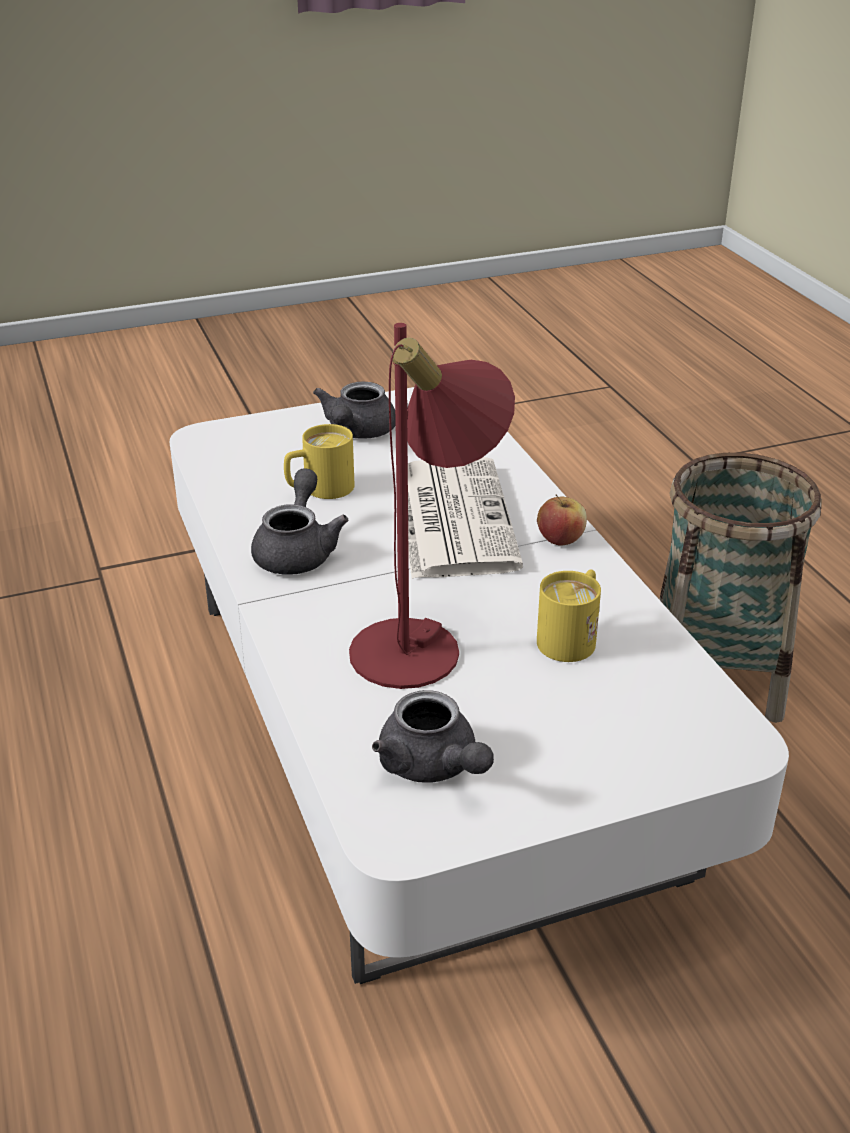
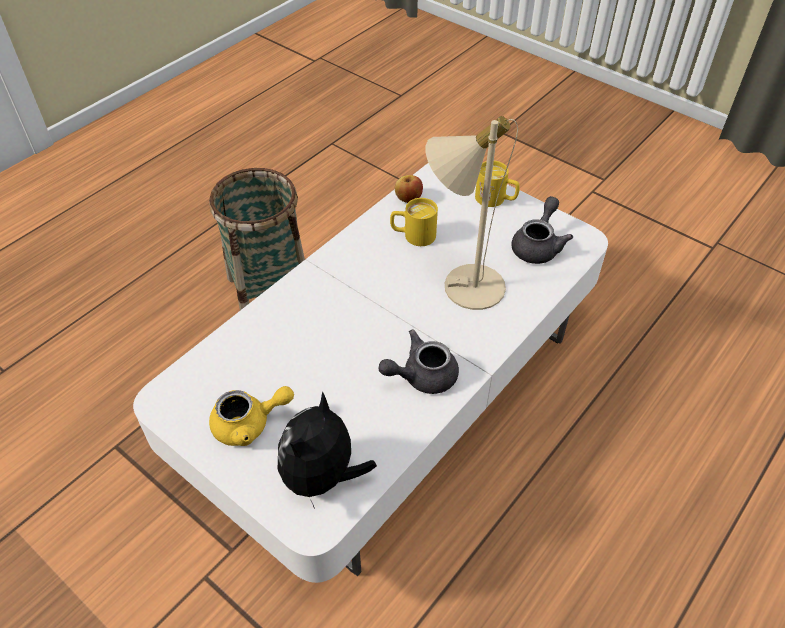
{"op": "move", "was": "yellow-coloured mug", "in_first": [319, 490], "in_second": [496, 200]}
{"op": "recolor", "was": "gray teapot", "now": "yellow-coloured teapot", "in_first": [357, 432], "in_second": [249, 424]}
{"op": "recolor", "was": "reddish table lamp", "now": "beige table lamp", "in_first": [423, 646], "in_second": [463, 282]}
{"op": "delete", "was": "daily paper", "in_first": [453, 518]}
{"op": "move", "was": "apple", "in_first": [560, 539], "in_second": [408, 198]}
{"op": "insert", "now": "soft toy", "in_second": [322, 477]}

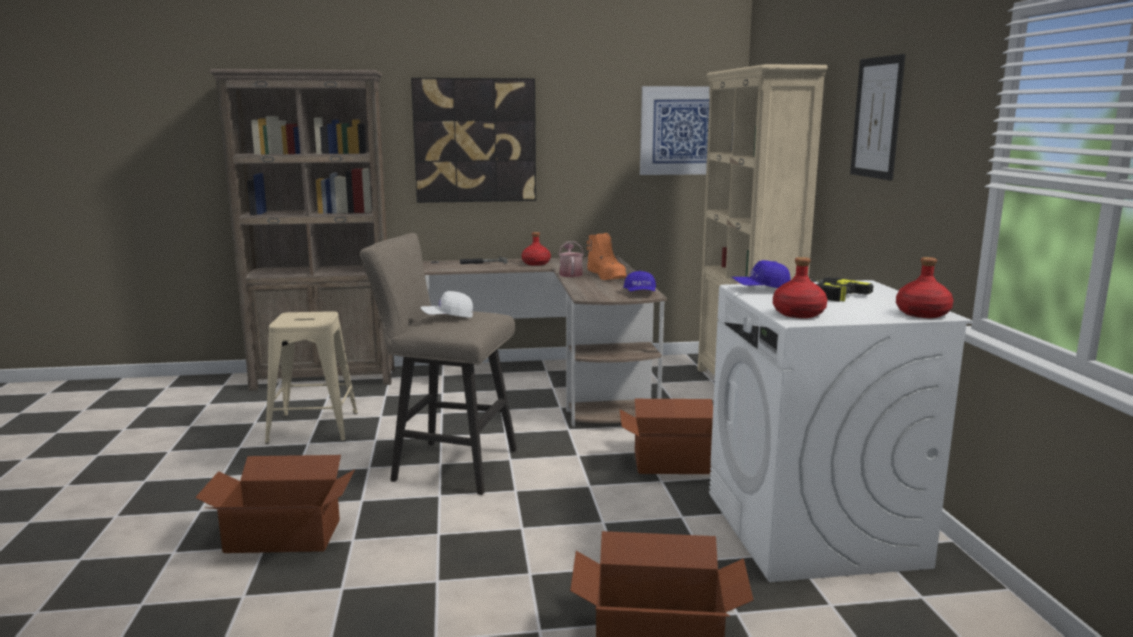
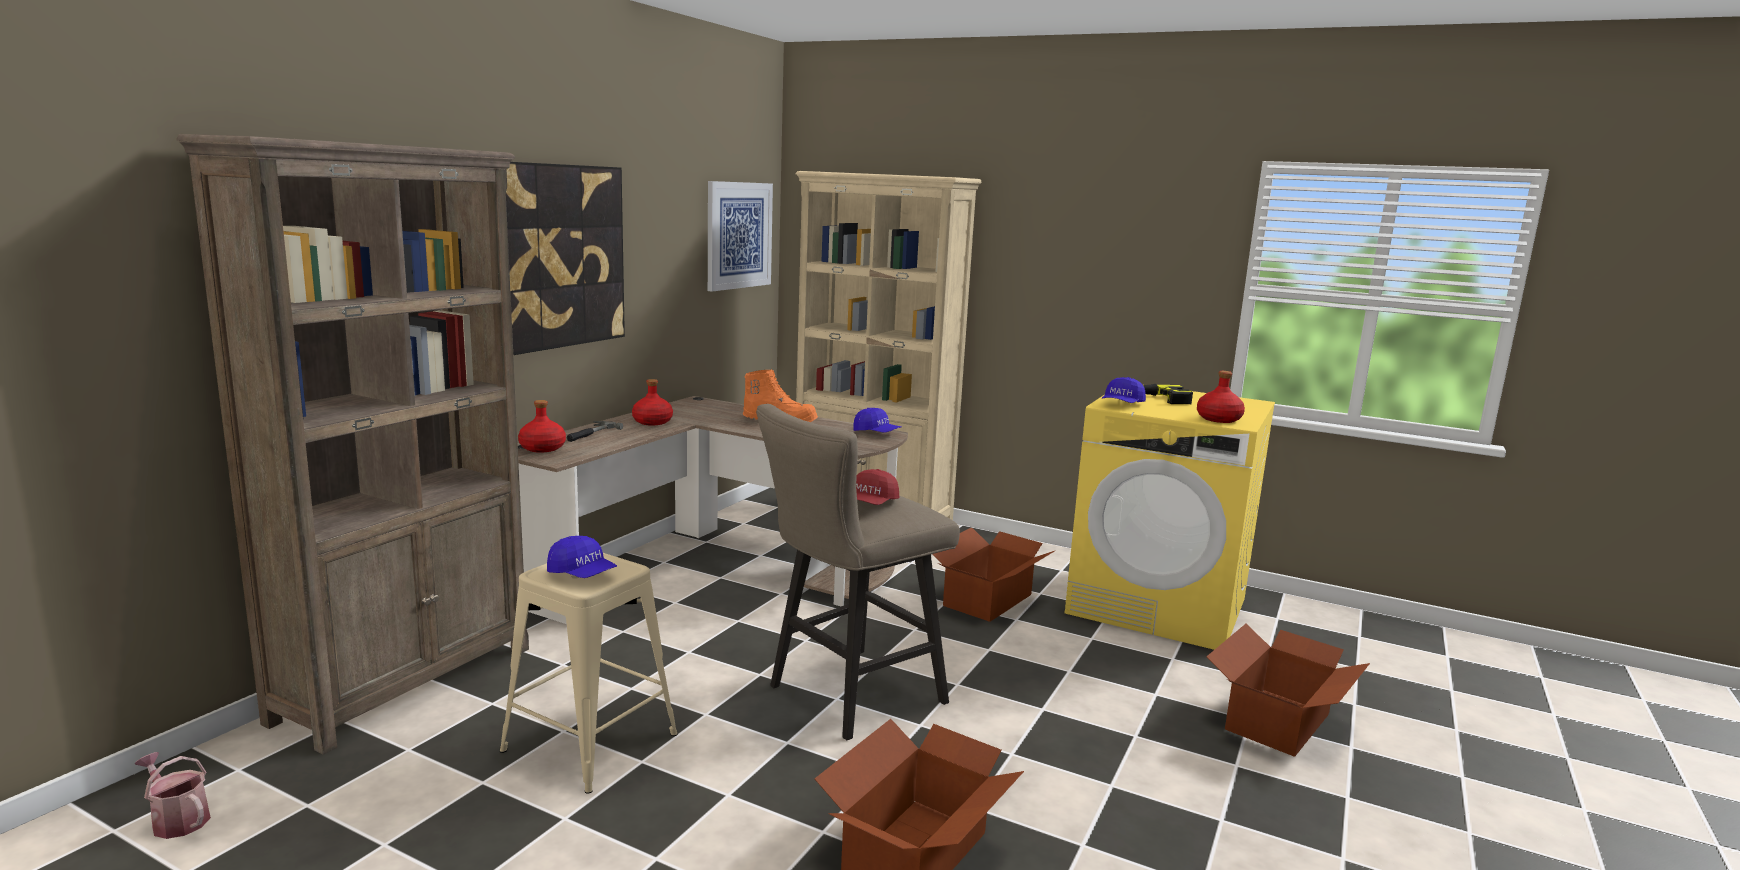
{"op": "recolor", "was": "white-coloured baseball cap", "now": "reddish baseball cap", "in_first": [447, 317], "in_second": [871, 504]}
{"op": "move", "was": "sprinkling can", "in_first": [570, 274], "in_second": [177, 819]}
{"op": "recolor", "was": "white-coloured laundry appliance", "now": "yellow-coloured laundry appliance", "in_first": [813, 529], "in_second": [1158, 606]}
{"op": "delete", "was": "picture", "in_first": [877, 118]}
{"op": "move", "was": "reddish drink bottle", "in_first": [922, 313], "in_second": [542, 448]}
{"op": "insert", "now": "blue baseball cap", "in_second": [582, 574]}

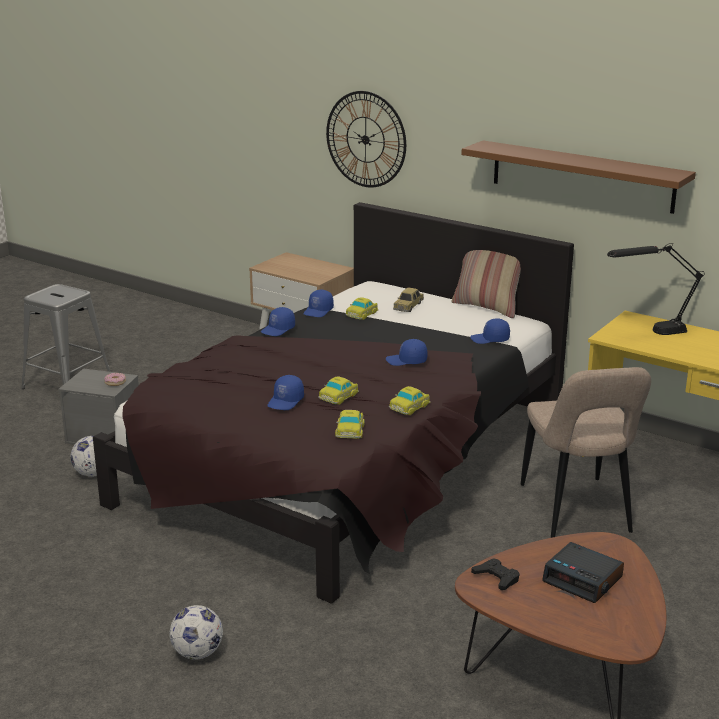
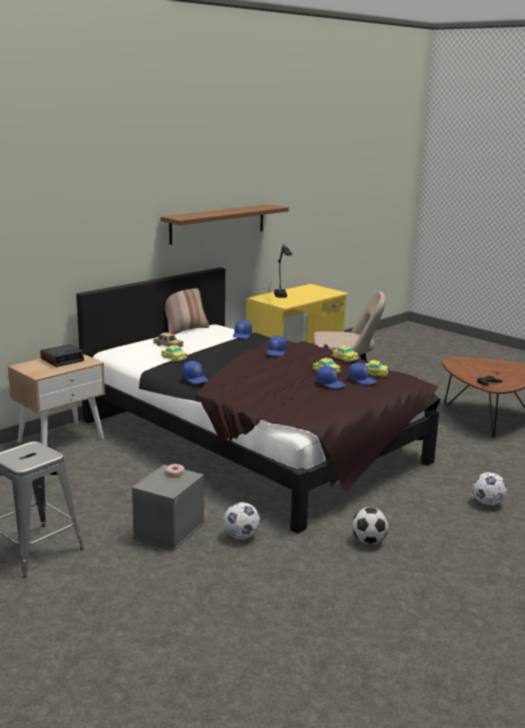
{"op": "move", "was": "blue baseball cap", "in_first": [318, 311], "in_second": [362, 380]}
{"op": "delete", "was": "wall clock", "in_first": [365, 139]}
{"op": "move", "was": "alarm clock", "in_first": [583, 579], "in_second": [62, 360]}
{"op": "insert", "now": "football ball", "in_second": [368, 541]}

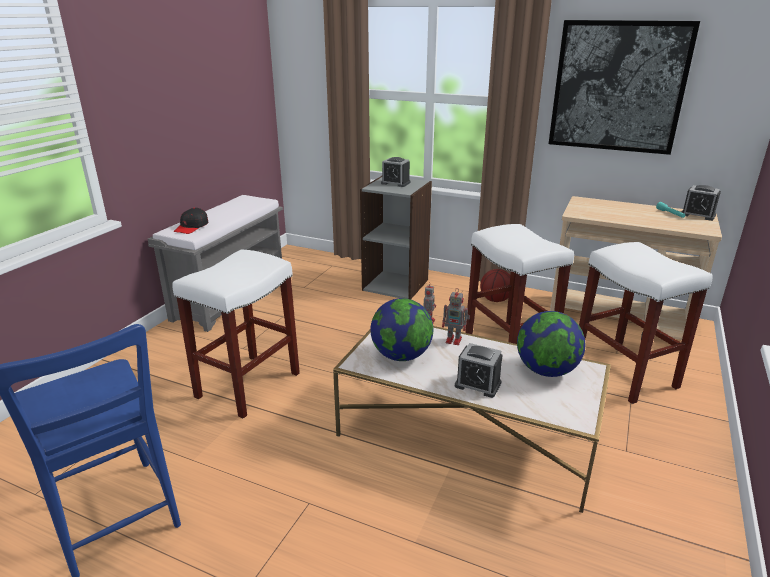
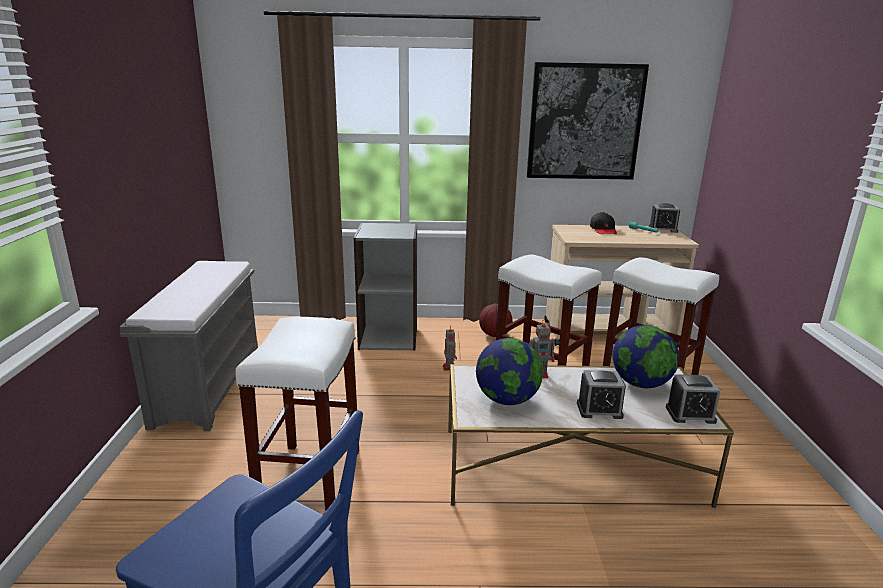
{"op": "move", "was": "blackish baseball cap", "in_first": [192, 227], "in_second": [603, 230]}
{"op": "move", "was": "alarm clock", "in_first": [395, 183], "in_second": [690, 414]}

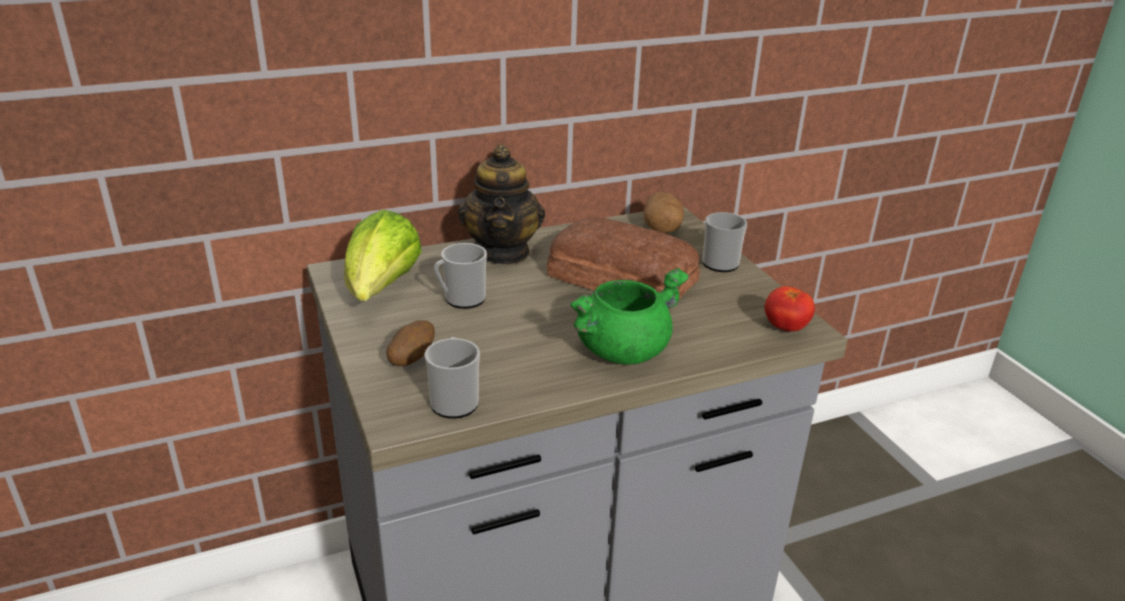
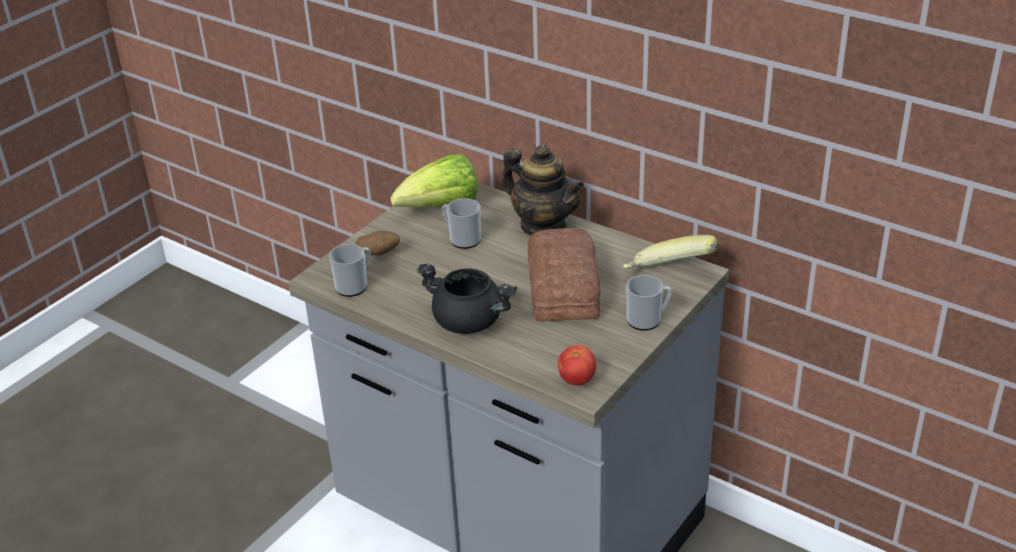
{"op": "rotate", "was": "teapot", "in_first": [502, 251], "in_second": [543, 226], "clockwise": -105}
{"op": "recolor", "was": "green-coloured saucepot", "now": "blackish saucepot", "in_first": [623, 349], "in_second": [470, 321]}
{"op": "replace", "was": "spud", "now": "banana fruit", "in_first": [661, 228], "in_second": [669, 274]}

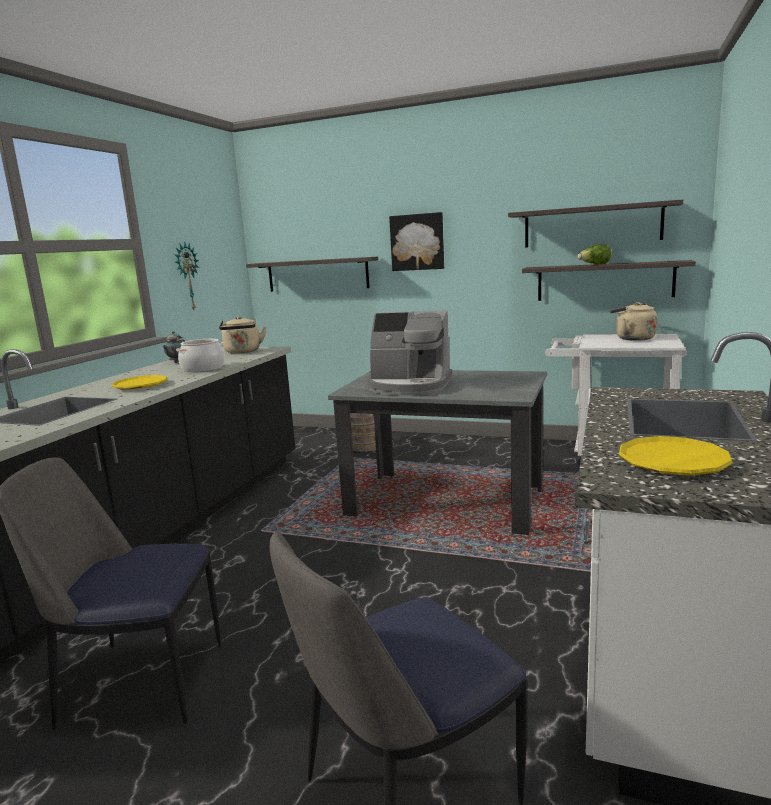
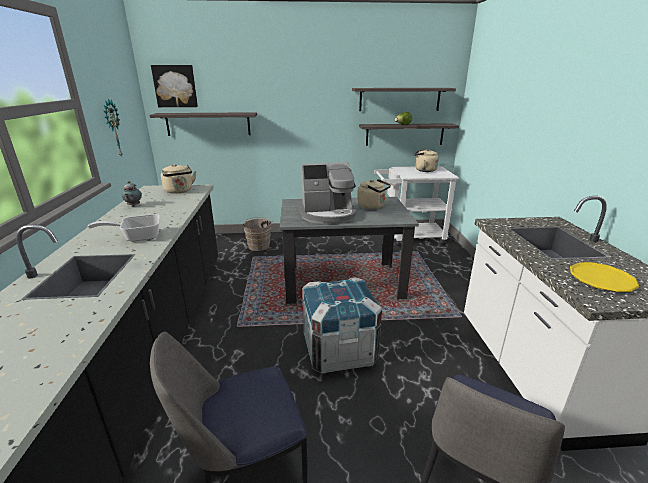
{"op": "replace", "was": "yellow-coloured dinner plate", "now": "pan", "in_first": [140, 386], "in_second": [137, 237]}
{"op": "delete", "was": "saucepot", "in_first": [203, 368]}
{"op": "move", "was": "picture", "in_first": [417, 242], "in_second": [175, 86]}
{"op": "insert", "now": "packing crate", "in_second": [339, 350]}
{"op": "insert", "now": "beige kettle", "in_second": [372, 206]}

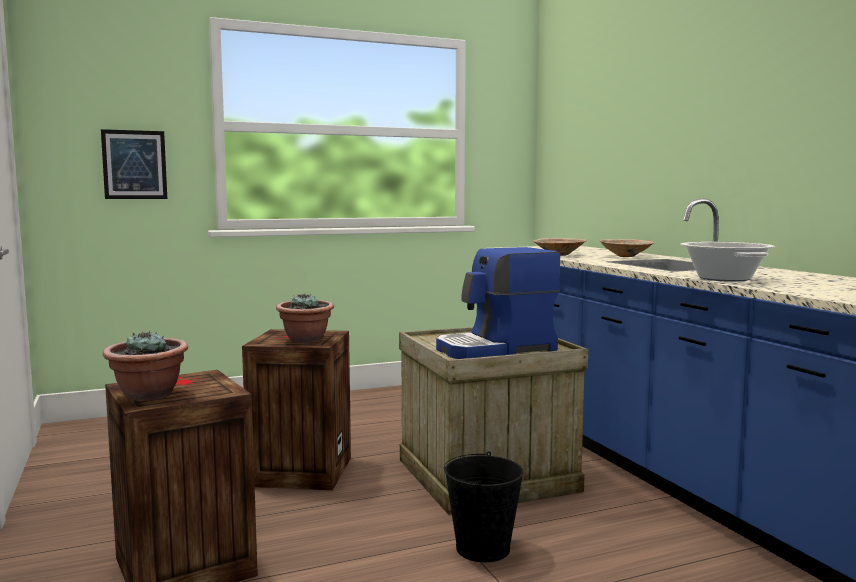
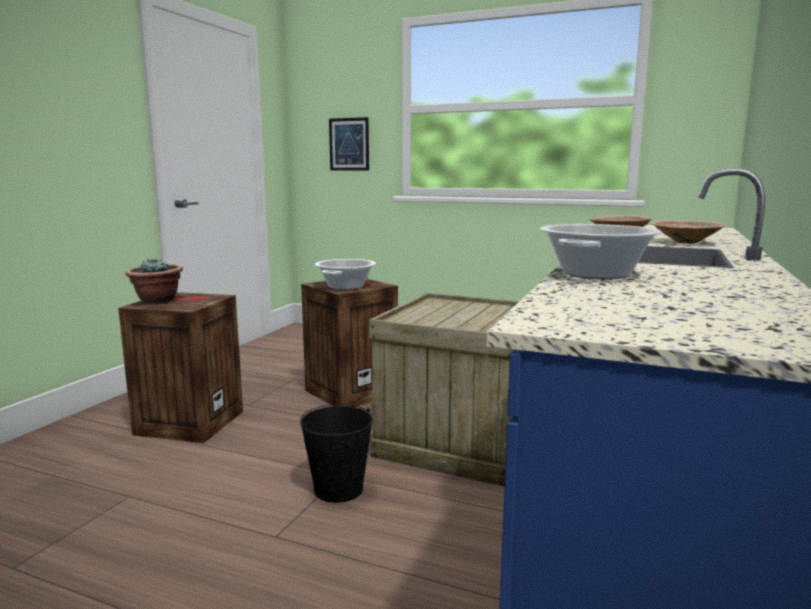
{"op": "replace", "was": "potted plant", "now": "saucepot", "in_first": [306, 340], "in_second": [346, 287]}
{"op": "delete", "was": "coffee brewer", "in_first": [496, 349]}

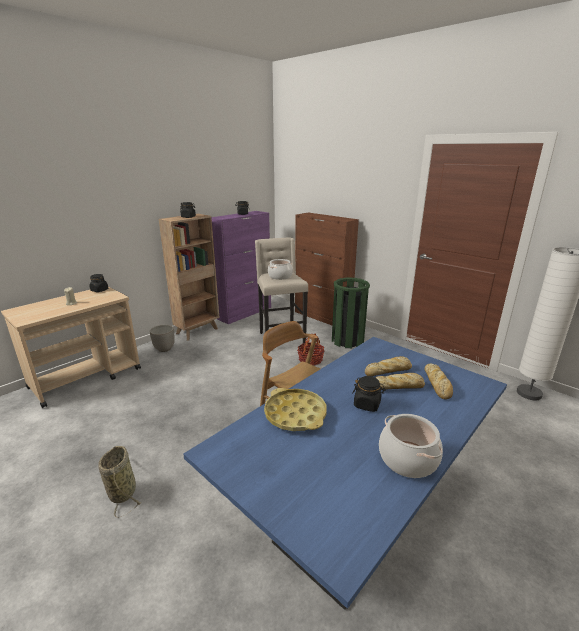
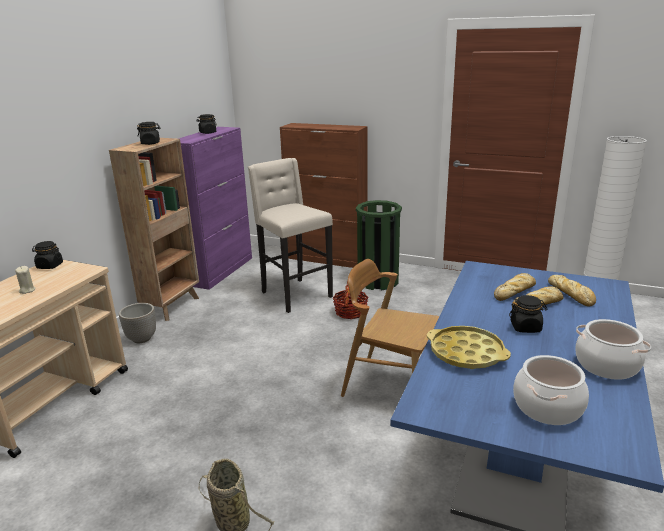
{"op": "move", "was": "saucepot", "in_first": [280, 276], "in_second": [547, 406]}

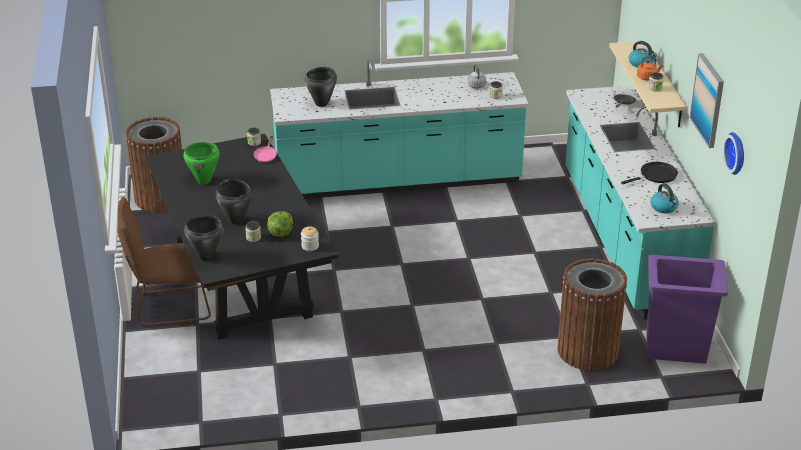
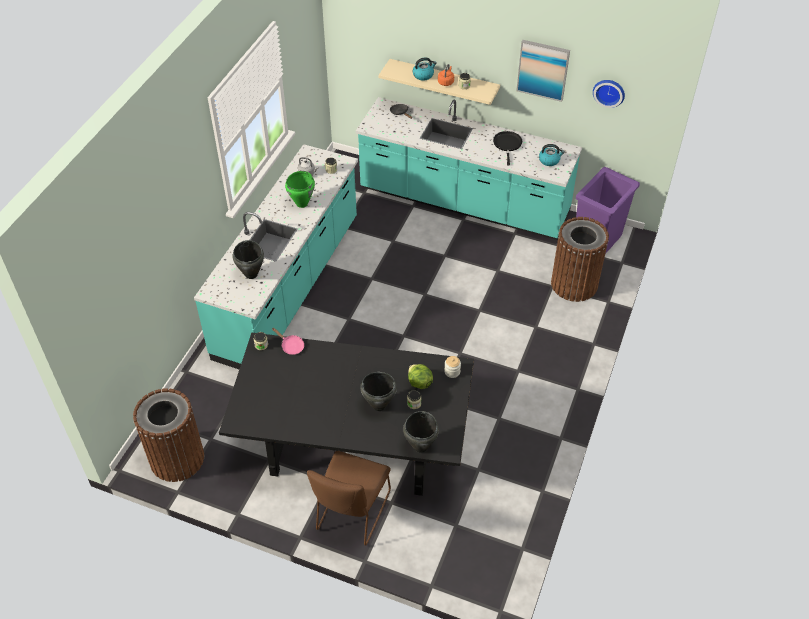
{"op": "move", "was": "green-coloured saucepot", "in_first": [204, 180], "in_second": [302, 203]}

